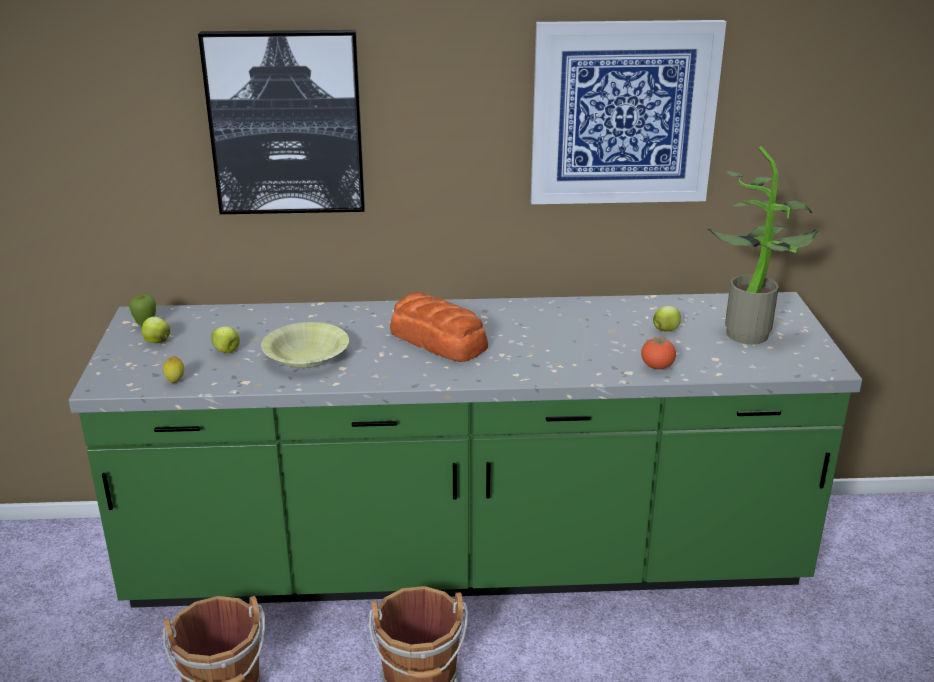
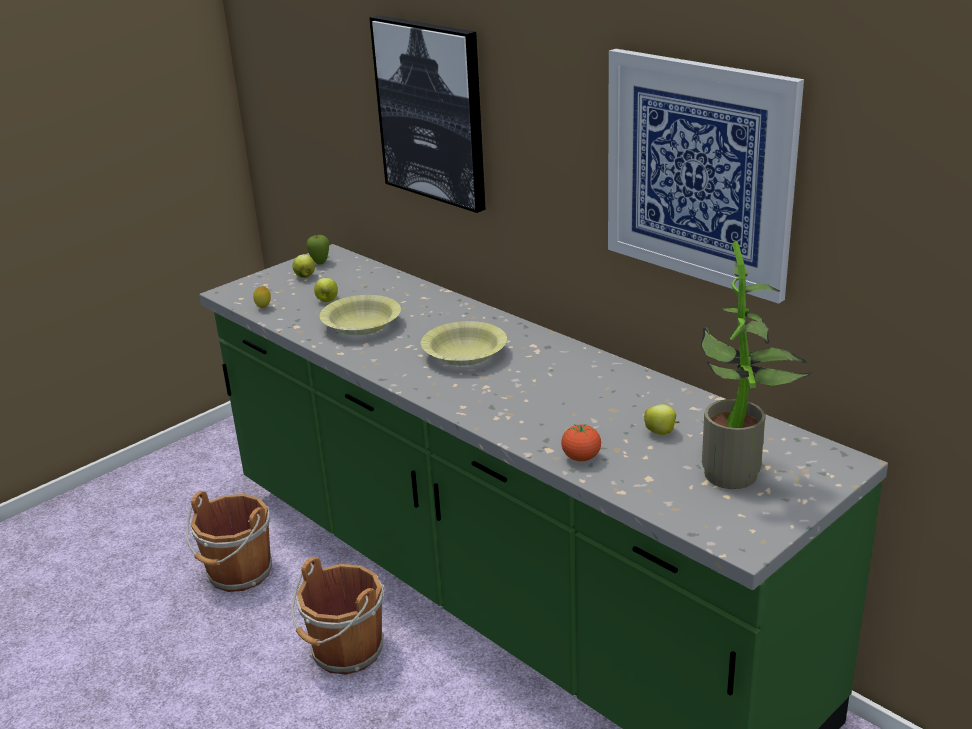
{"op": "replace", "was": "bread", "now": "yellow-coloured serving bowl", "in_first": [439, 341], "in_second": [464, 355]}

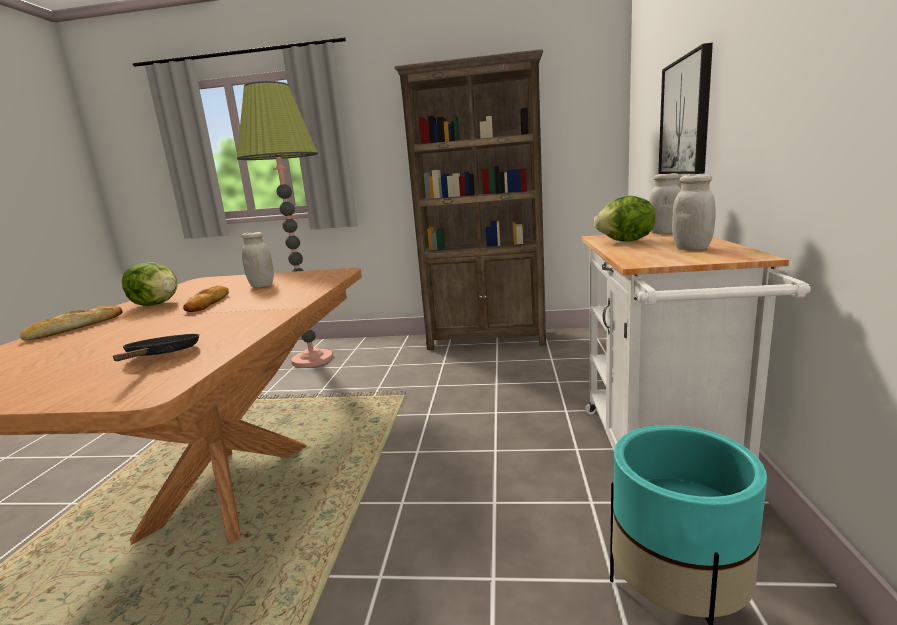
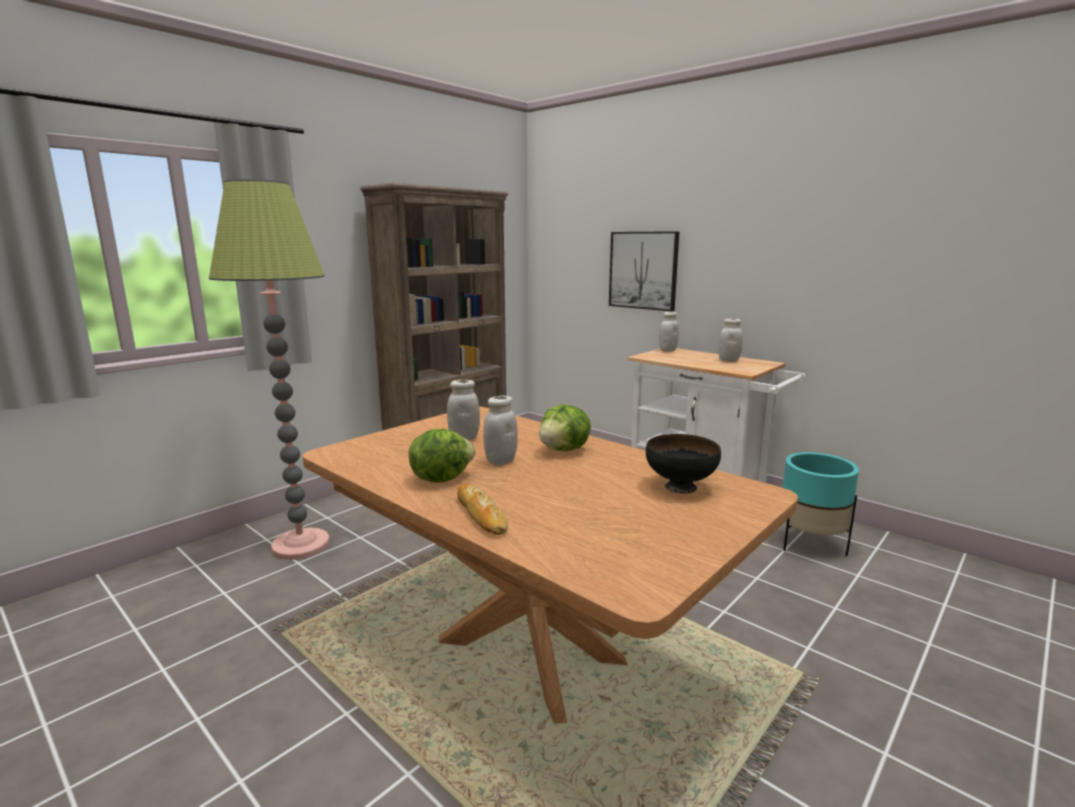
{"op": "replace", "was": "blackish pan", "now": "blackish serving bowl", "in_first": [162, 356], "in_second": [680, 486]}
{"op": "replace", "was": "bread", "now": "white-coloured jar", "in_first": [209, 303], "in_second": [500, 461]}
{"op": "move", "was": "lettuce", "in_first": [626, 241], "in_second": [564, 450]}

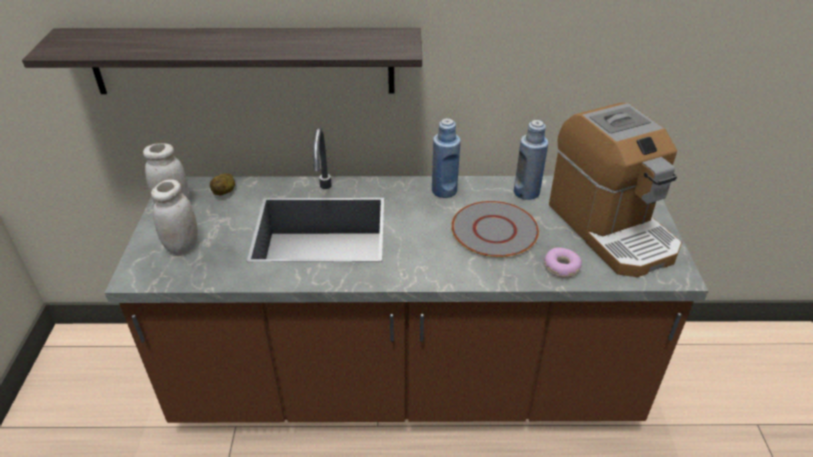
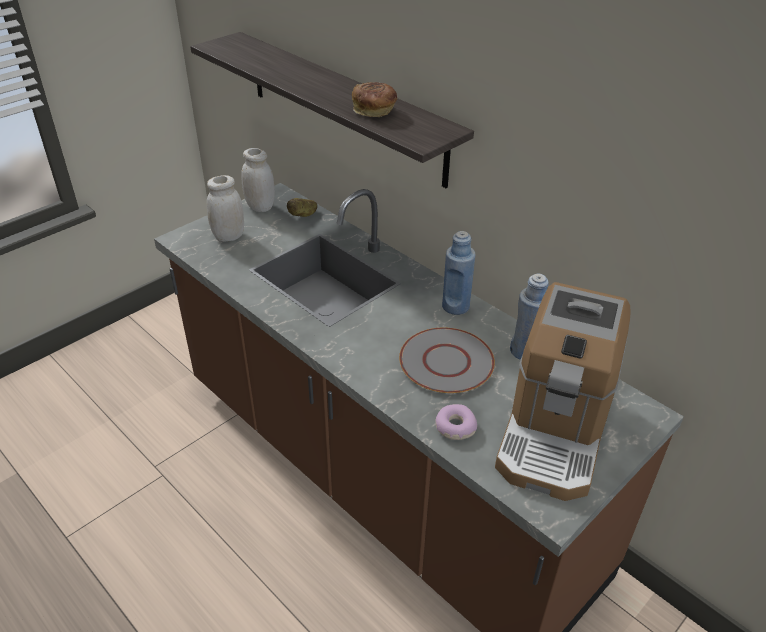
{"op": "insert", "now": "bread", "in_second": [374, 111]}

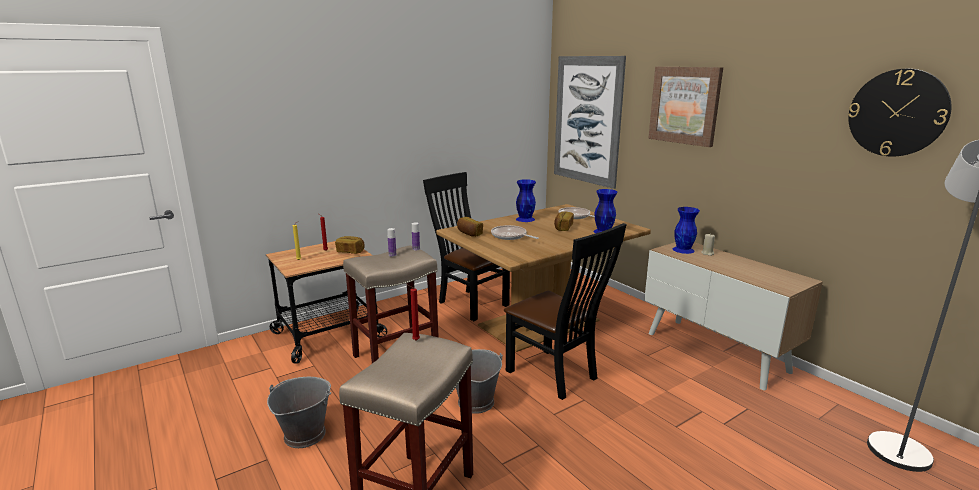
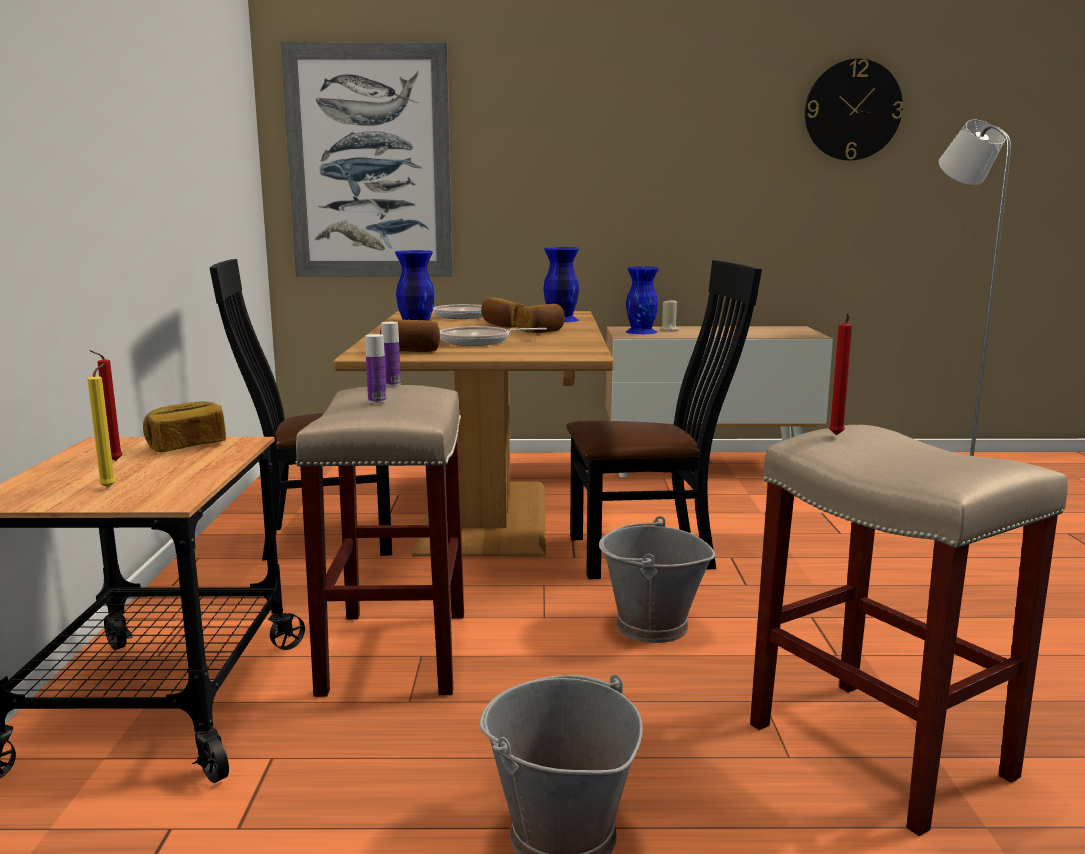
{"op": "delete", "was": "picture", "in_first": [684, 105]}
{"op": "insert", "now": "bread", "in_second": [542, 332]}

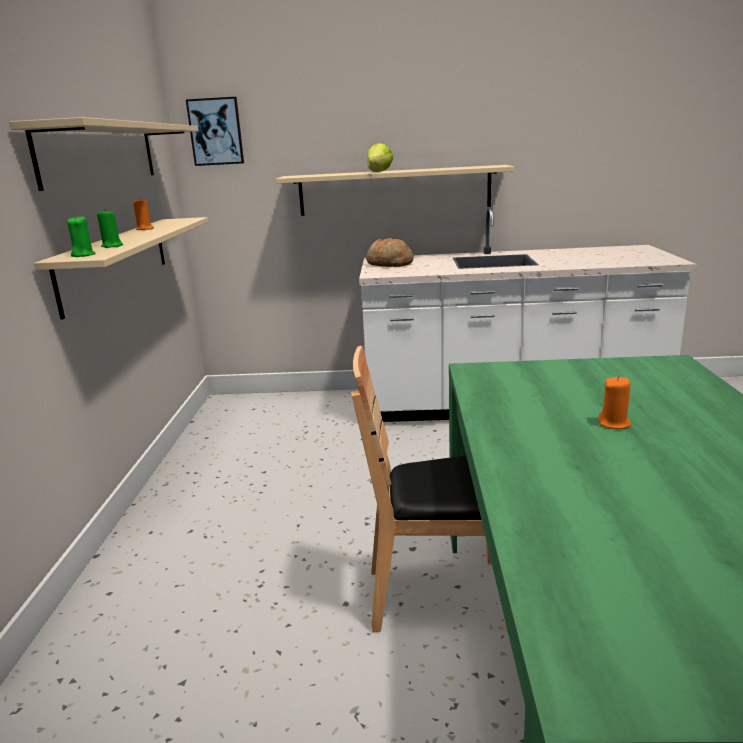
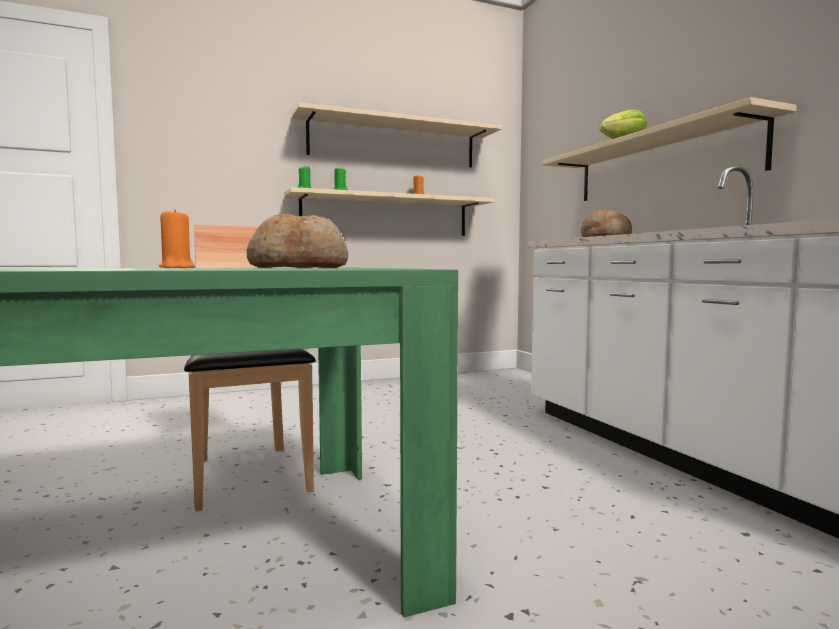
{"op": "delete", "was": "picture", "in_first": [216, 131]}
{"op": "insert", "now": "bread", "in_second": [300, 267]}

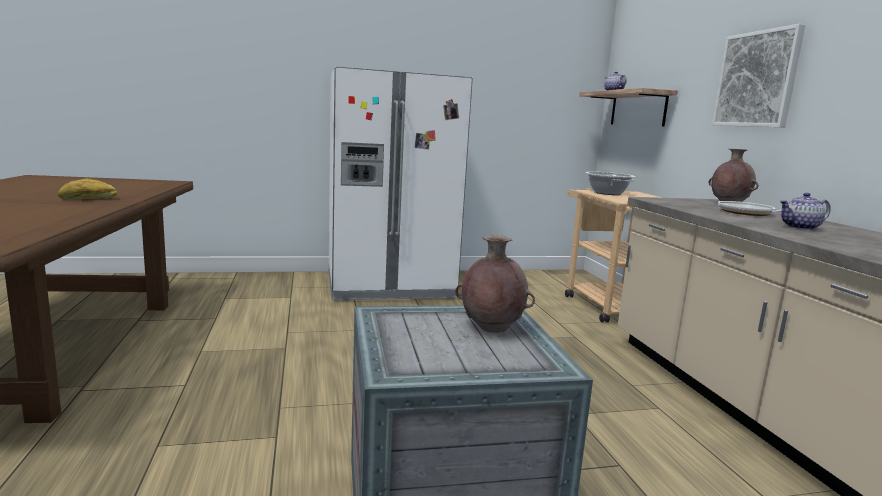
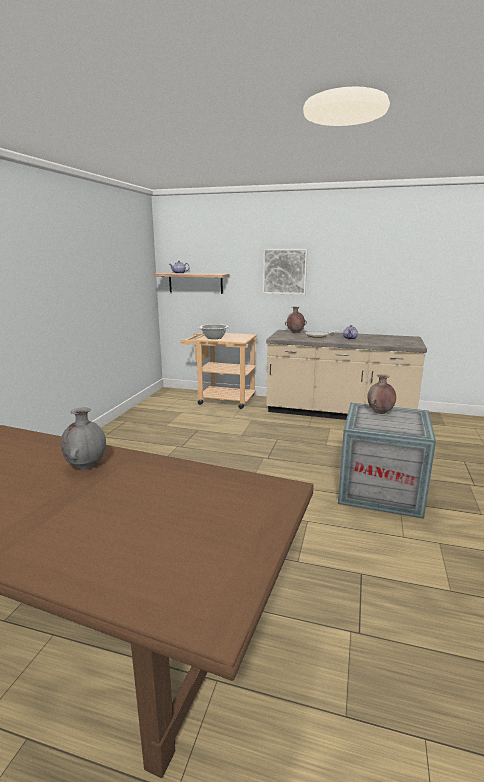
{"op": "replace", "was": "bread", "now": "gray decorative vase", "in_first": [88, 199], "in_second": [86, 465]}
{"op": "delete", "was": "white-coloured kitchen fridge", "in_first": [389, 285]}

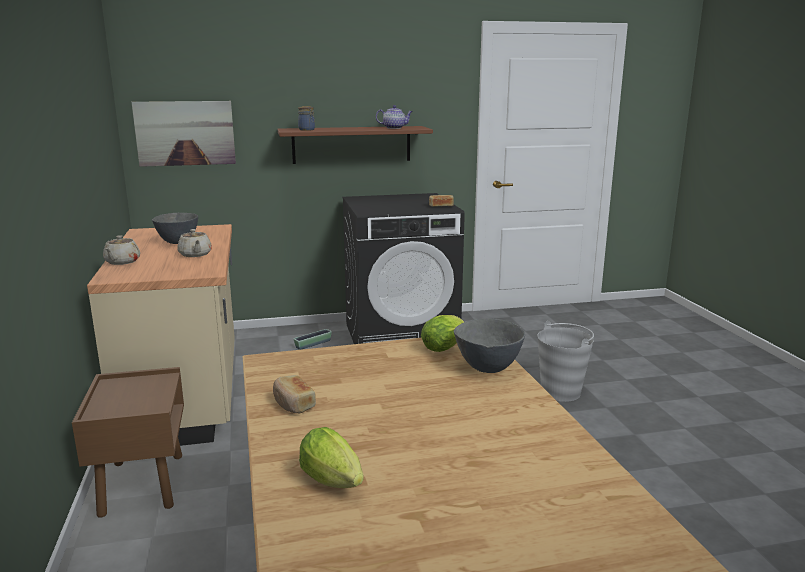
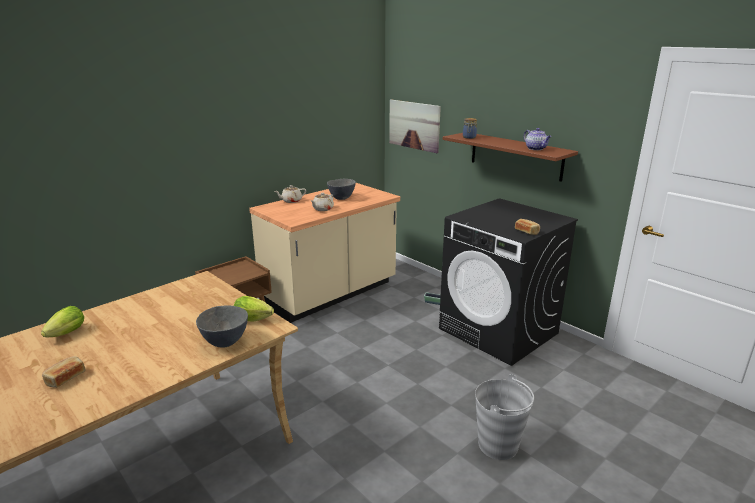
{"op": "move", "was": "bread", "in_first": [293, 404], "in_second": [65, 378]}

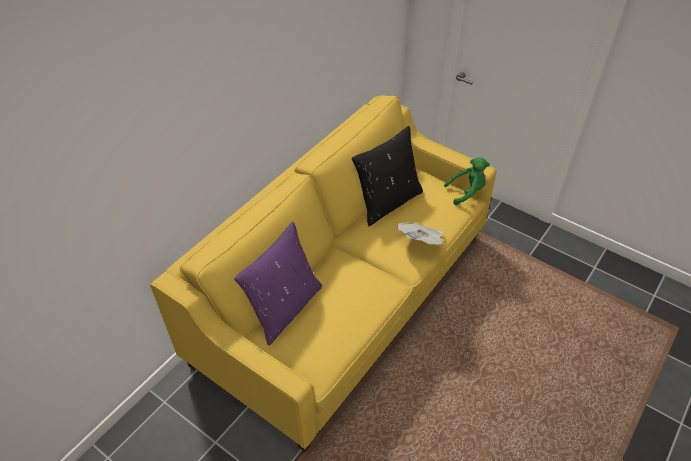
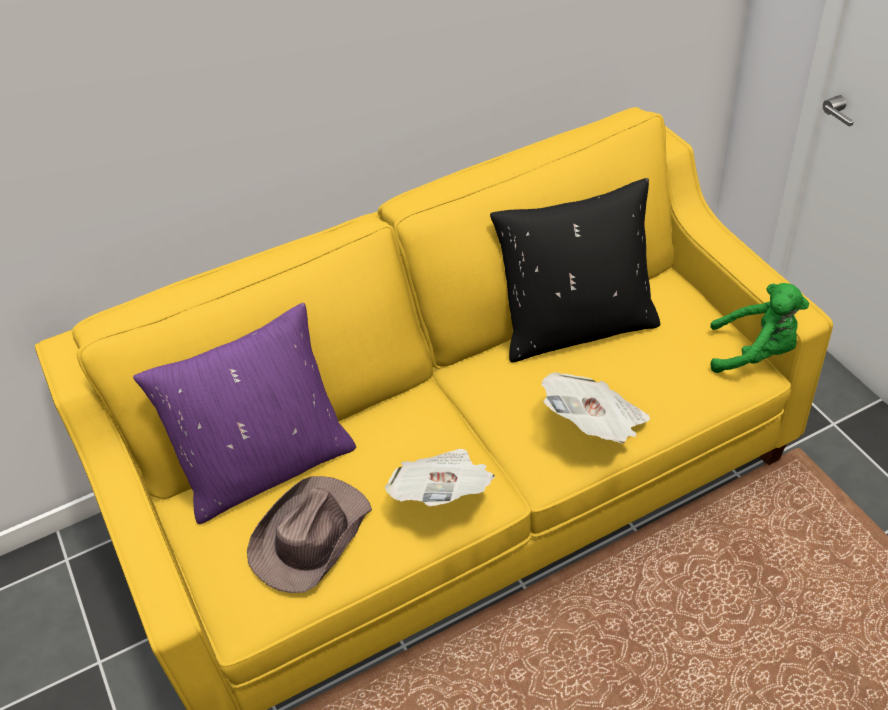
{"op": "insert", "now": "brownish wearable hat", "in_second": [310, 537]}
{"op": "insert", "now": "daily paper", "in_second": [443, 493]}

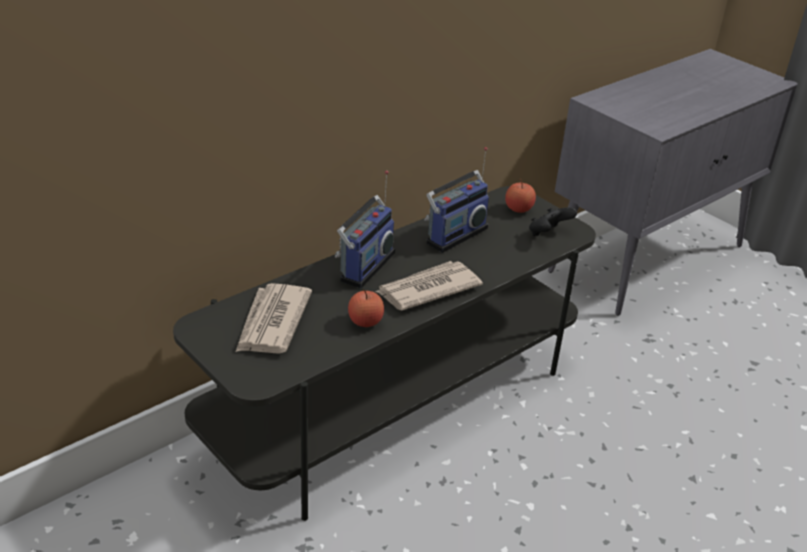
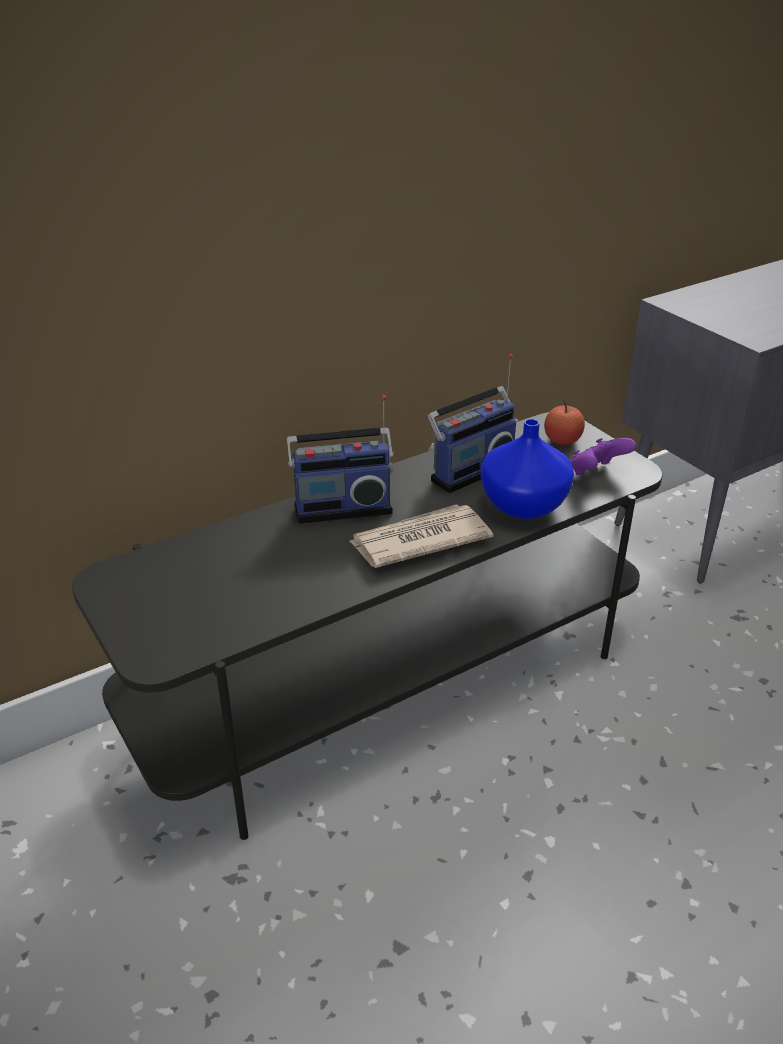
{"op": "delete", "was": "daily paper", "in_first": [272, 322]}
{"op": "rotate", "was": "radio", "in_first": [364, 266], "in_second": [342, 507], "clockwise": 45}
{"op": "delete", "was": "apple", "in_first": [365, 321]}
{"op": "recolor", "was": "blackish gamepad", "now": "purple-coloured gamepad", "in_first": [548, 234], "in_second": [596, 473]}
{"op": "insert", "now": "blue decorative vase", "in_second": [523, 506]}

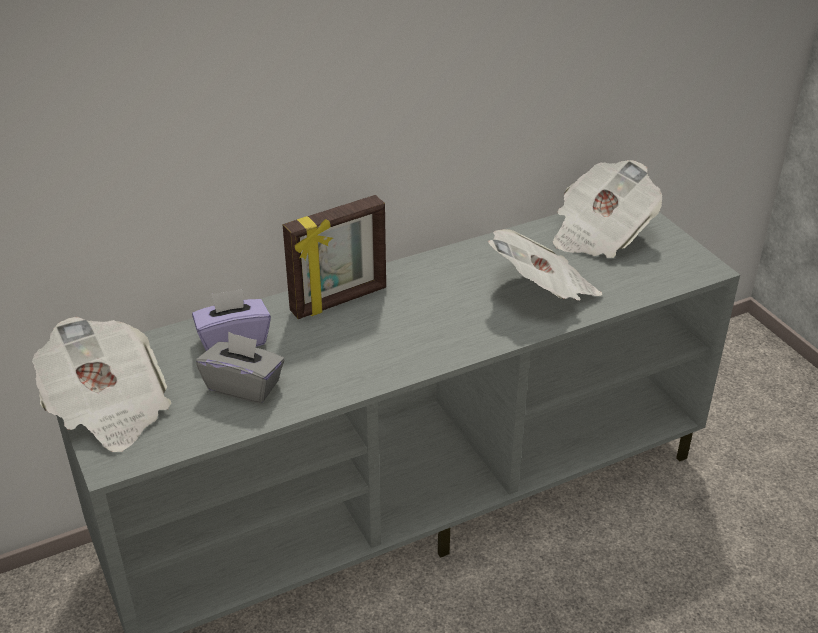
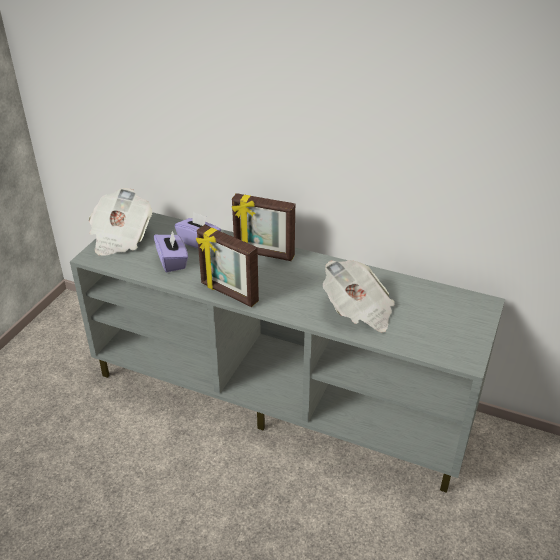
{"op": "recolor", "was": "gray box of tissues", "now": "purple-coloured box of tissues", "in_first": [244, 386], "in_second": [172, 261]}
{"op": "delete", "was": "daily paper", "in_first": [600, 234]}
{"op": "insert", "now": "photo frame", "in_second": [228, 293]}

